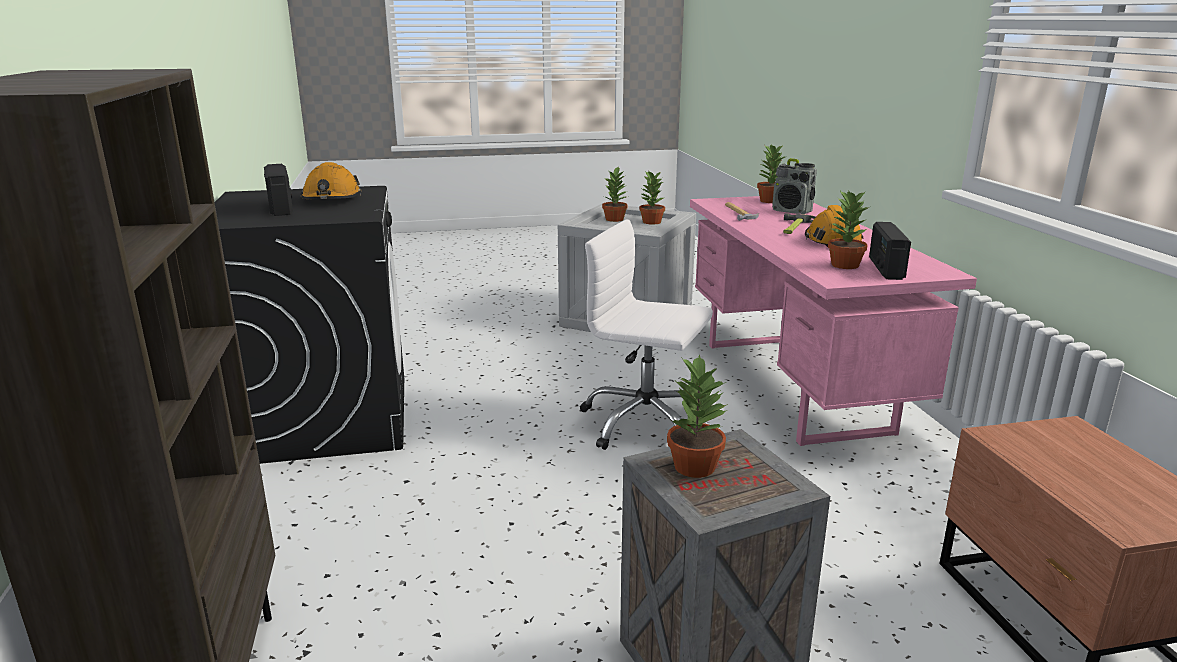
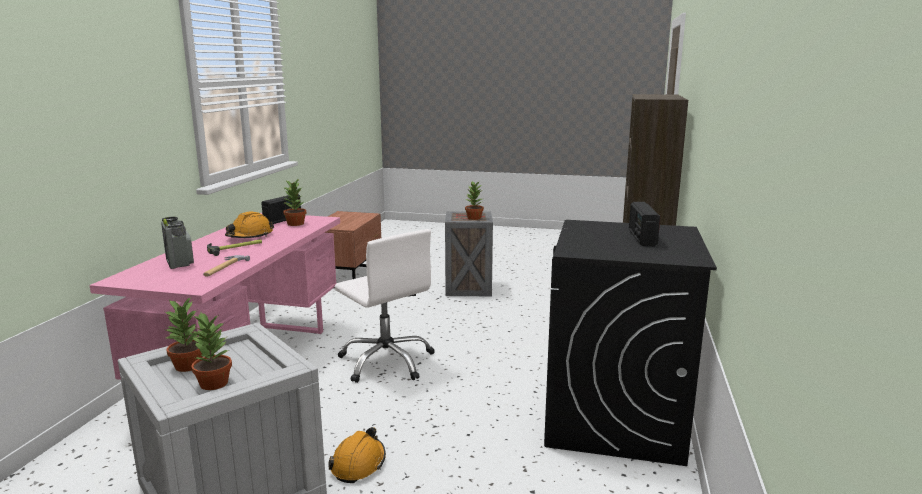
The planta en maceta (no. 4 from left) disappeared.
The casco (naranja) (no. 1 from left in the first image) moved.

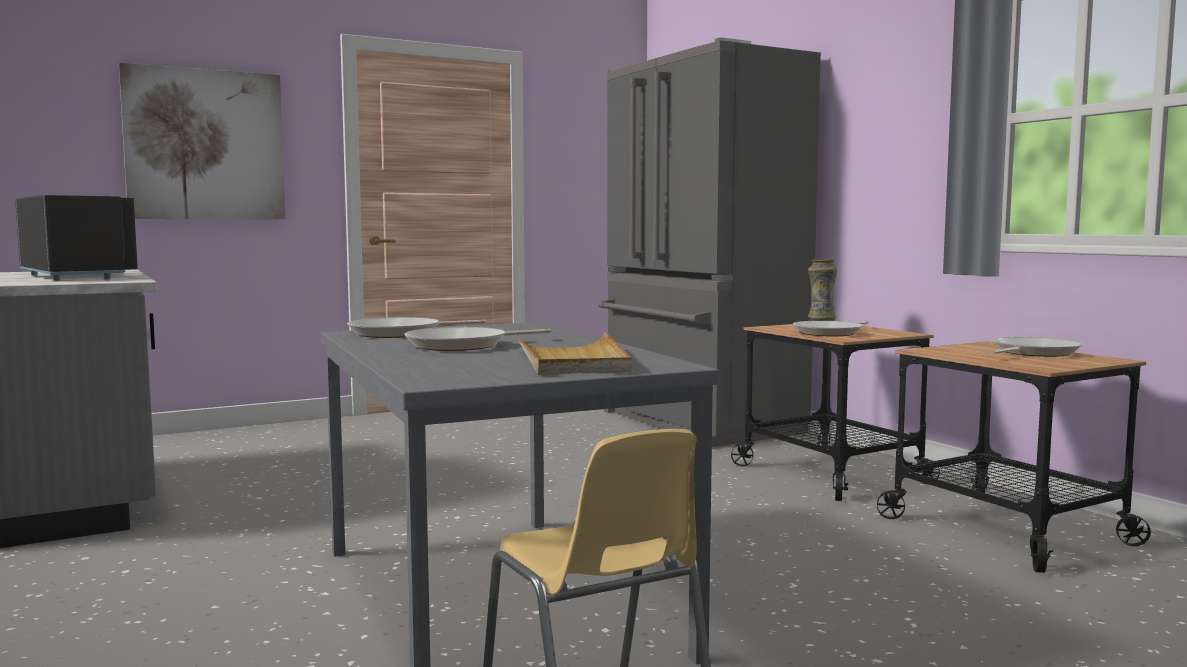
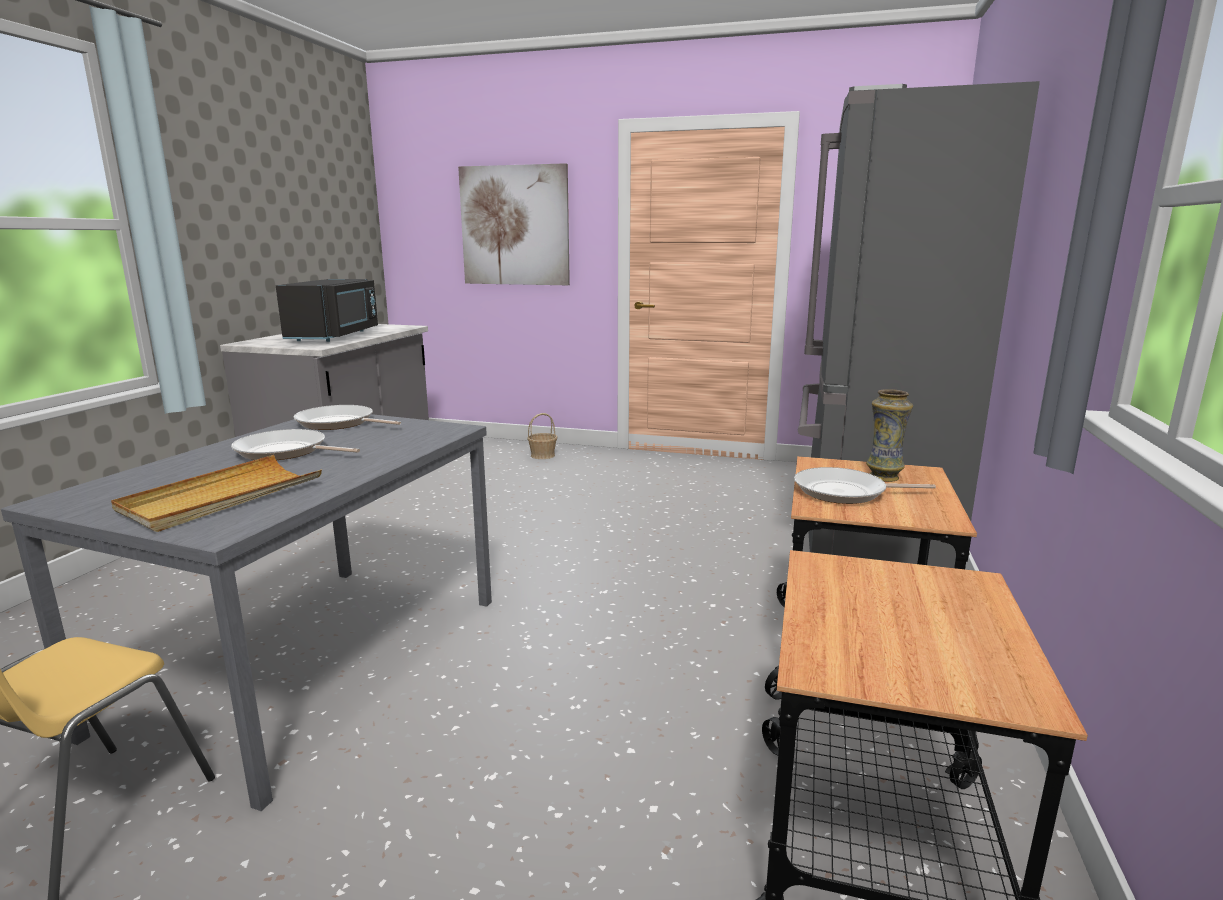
The sartén (no. 4 from left) disappeared.
The cesta appeared.

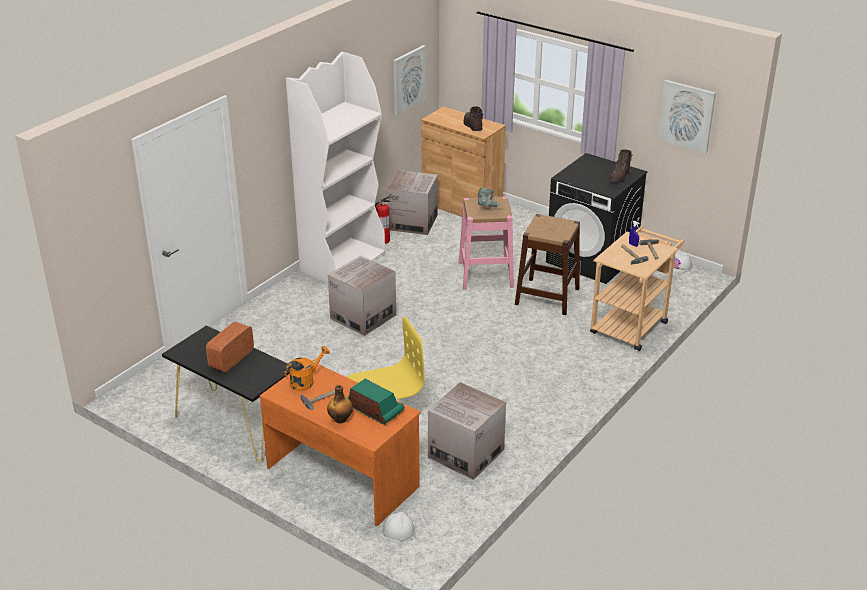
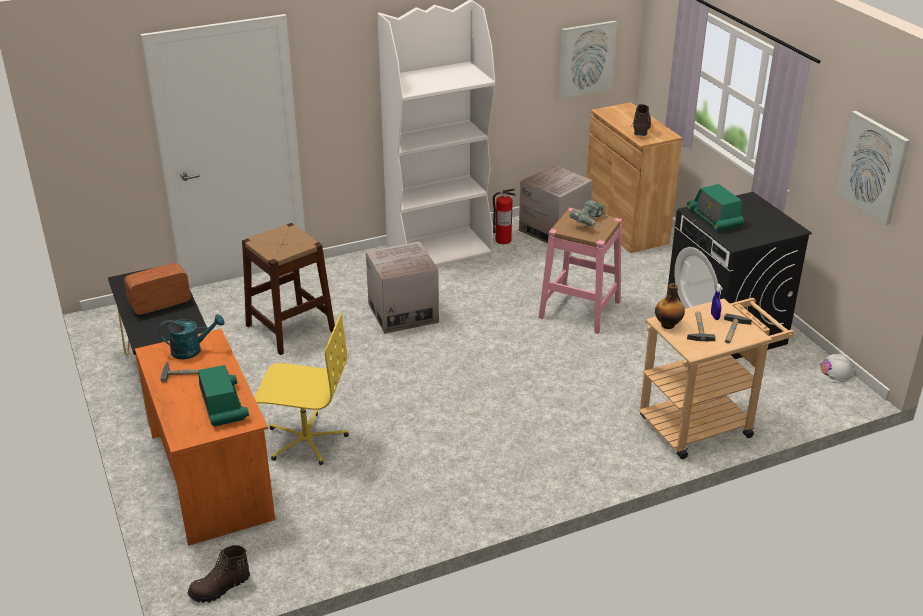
The casco (blanco) (no. 1 from left) disappeared.
The caja de cartón (no. 3 from left) disappeared.
The radio (no. 3 from left) appeared.
The botella moved.
The taburete (marrón) moved.
The bota (marrón) (no. 2 from left in the first image) moved.
The regadera (naranja) became the regadera (turquesa).

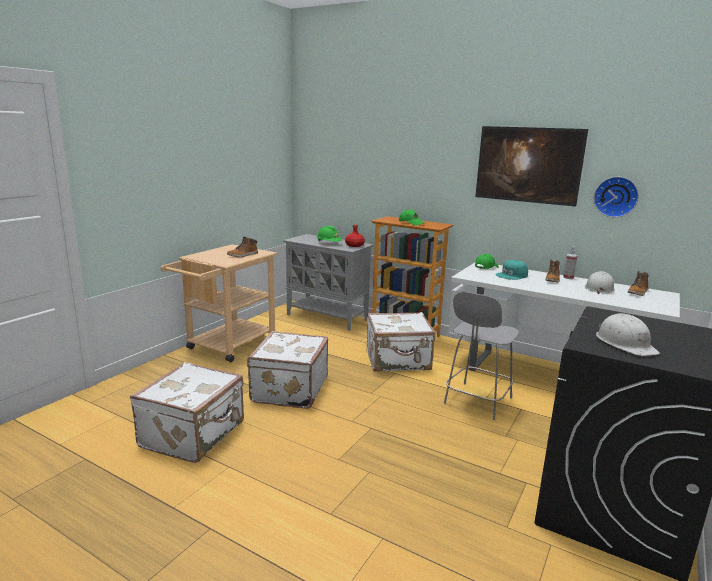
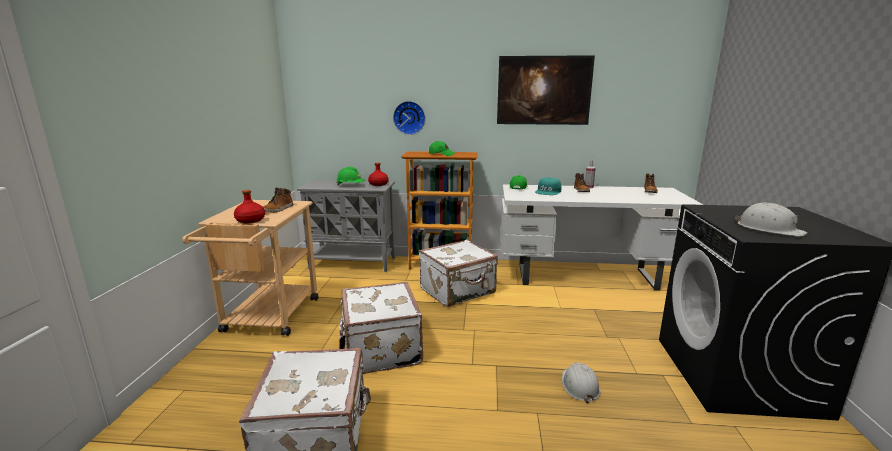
The taburete (gris) disappeared.
The botella (rojo) (no. 1 from left) appeared.
The casco (blanco) (no. 1 from left) moved.
The reloj de pared moved.

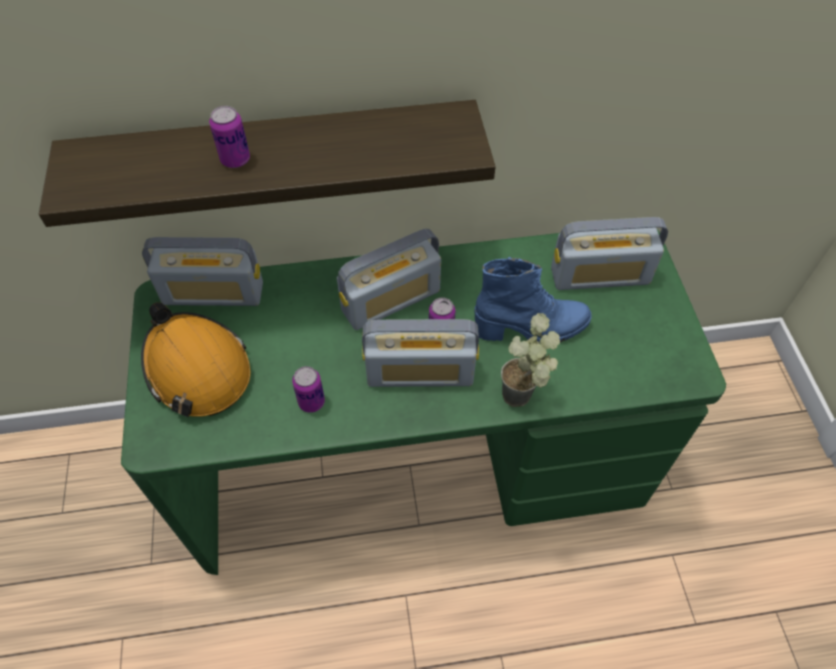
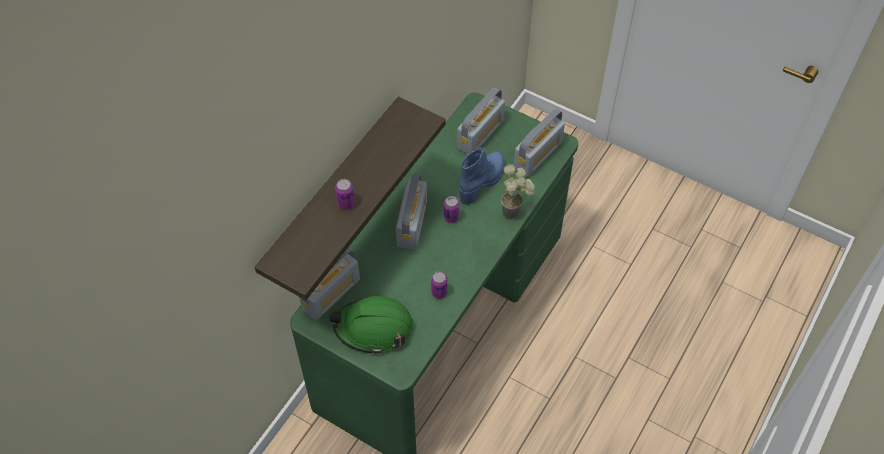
The radio (no. 3 from left in the first image) moved.
The casco (naranja) became the casco (verde).

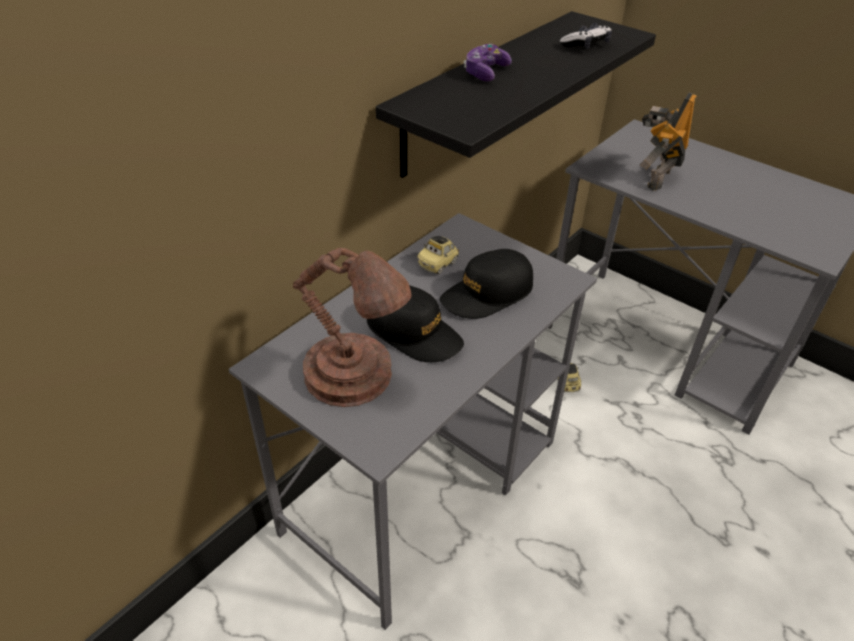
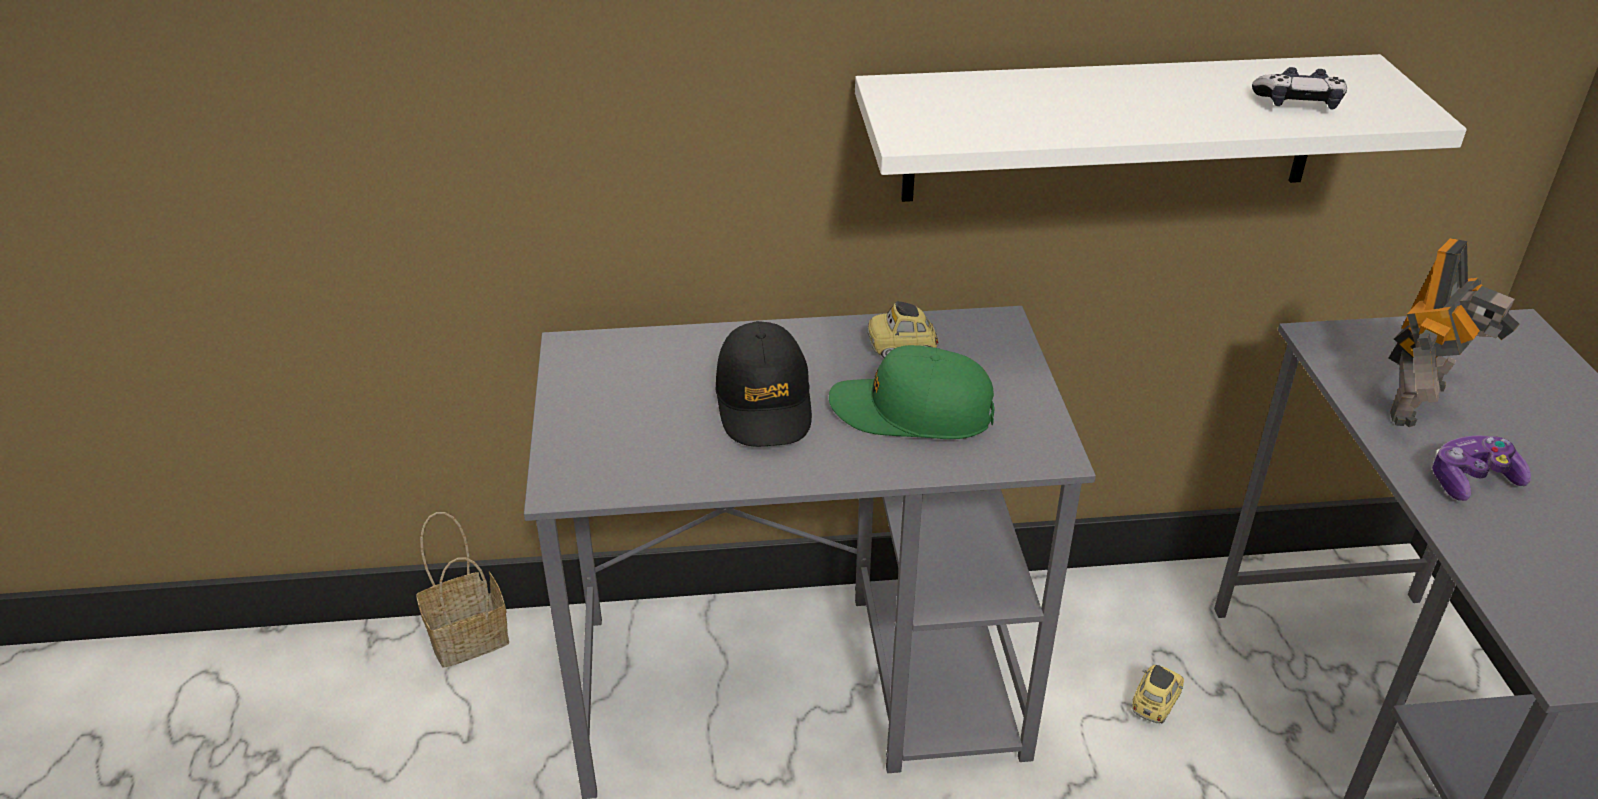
The lámpara de mesa (marrón) disappeared.
The cesta appeared.
The mando de consola (no. 1 from left in the first image) moved.
The estante (negro) became the estante (blanco).
The gorra (negro) (no. 2 from left) became the gorra (verde).
The robot de juguete turned 150 degrees clockwise.

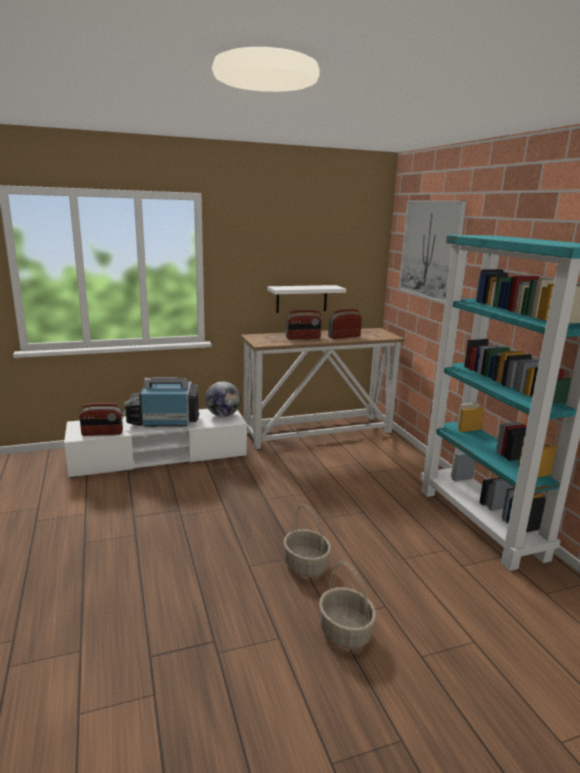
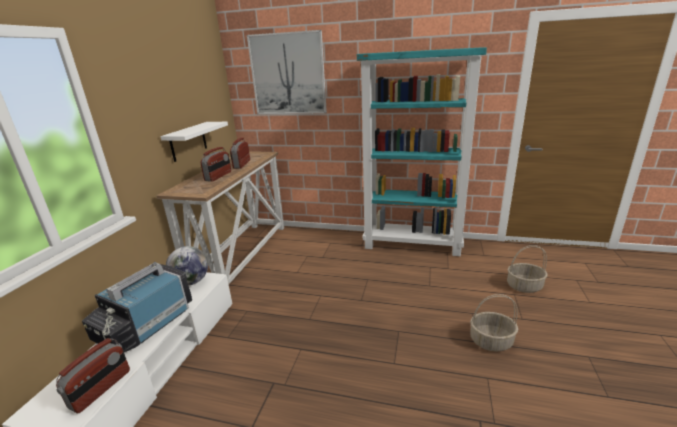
The cesta (no. 1 from left in the first image) moved.

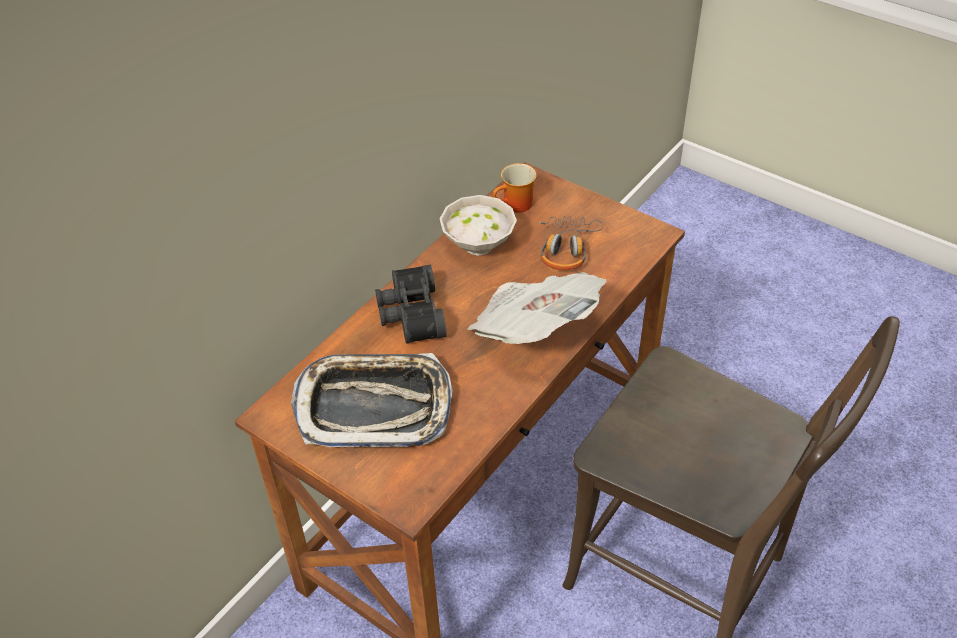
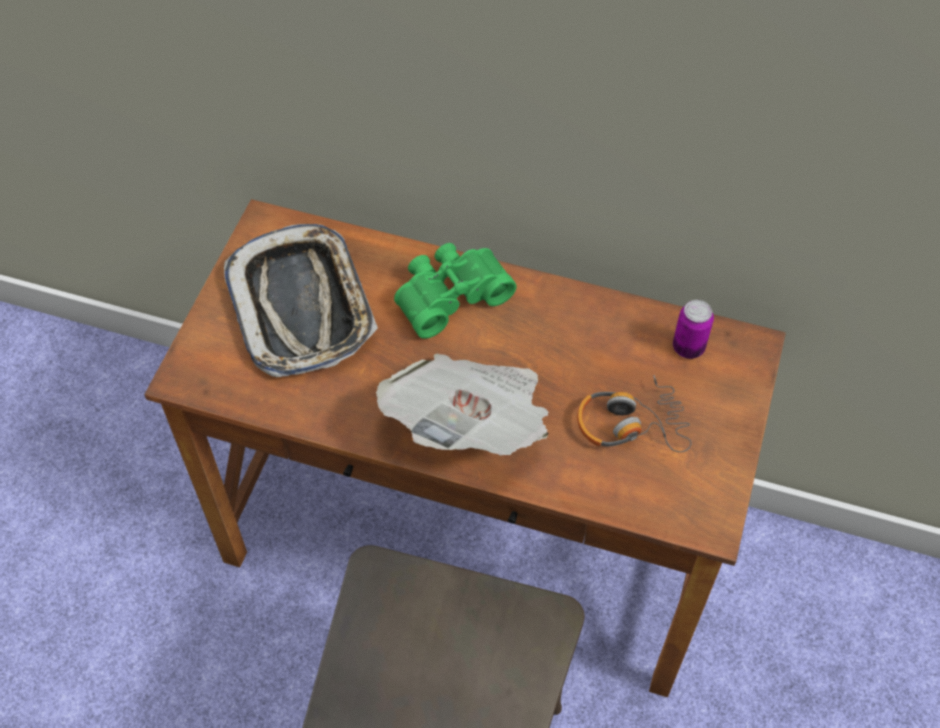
The cuenco (blanco) disappeared.
The taza grande was replaced by the lata.
The prismáticos (negro) became the prismáticos (verde).

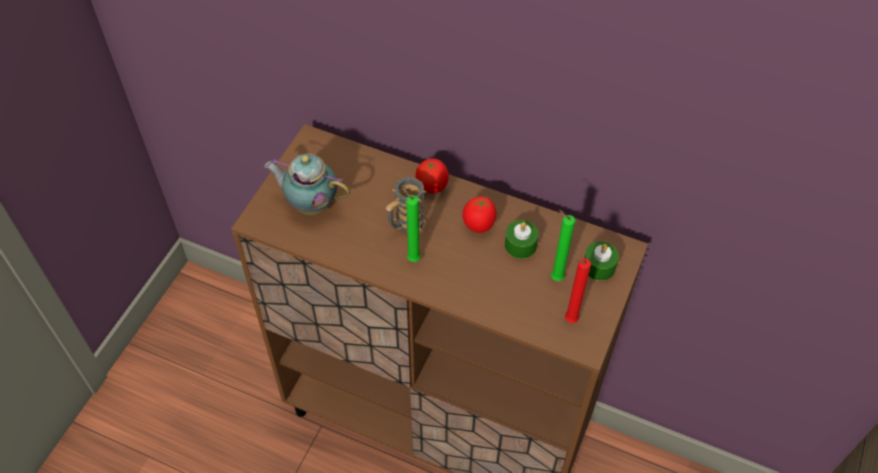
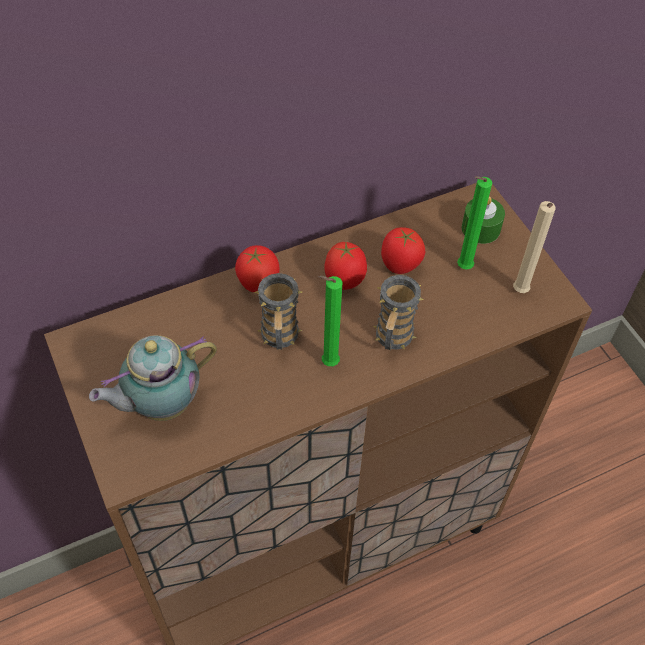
The taza grande (no. 2 from left) appeared.
The vela (verde) (no. 2 from left) was replaced by the tomate (no. 3 from left).
The vela (rojo) became the vela (beis).

